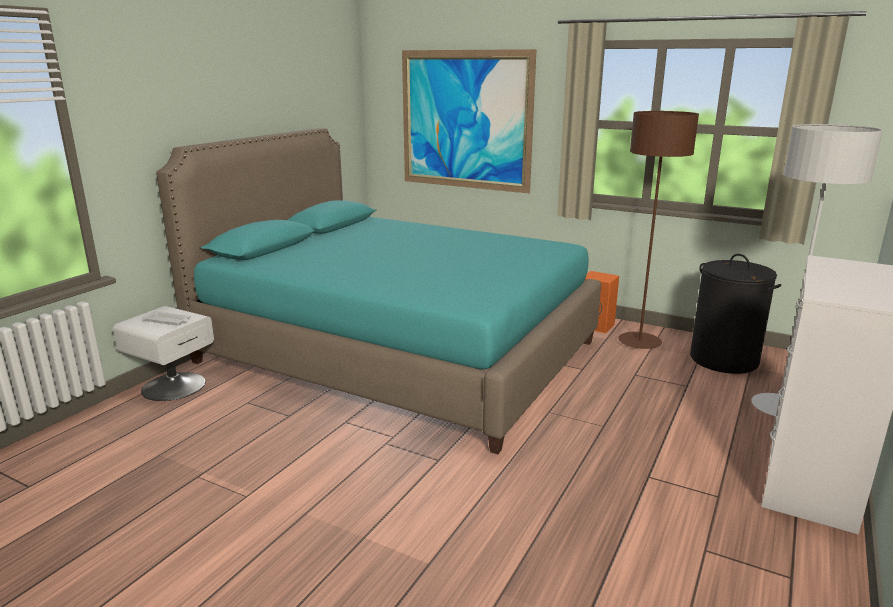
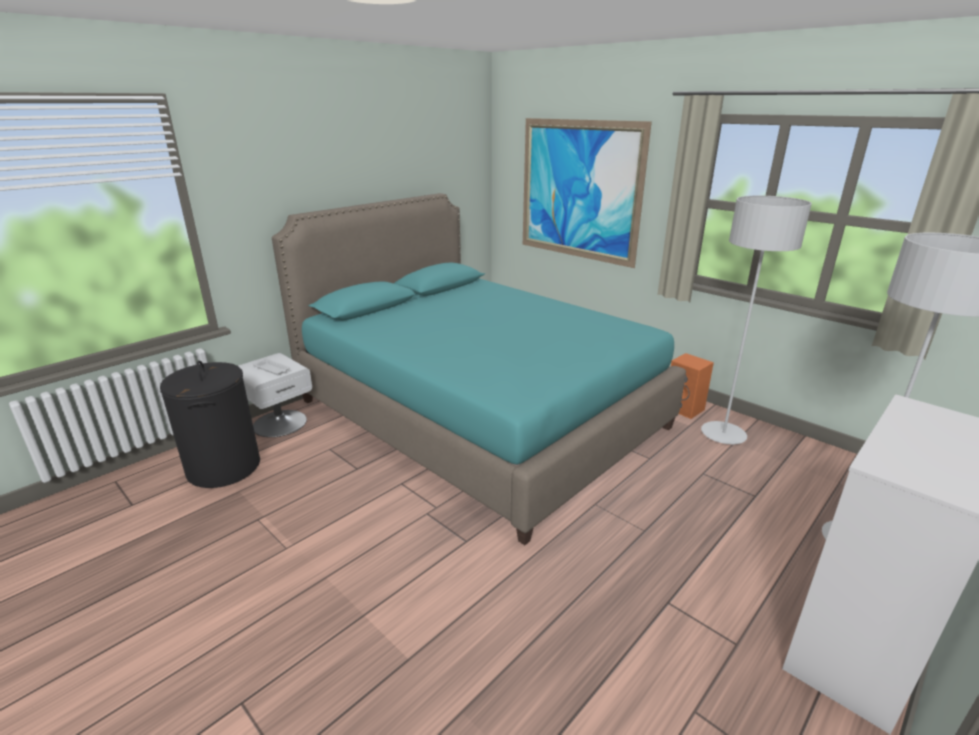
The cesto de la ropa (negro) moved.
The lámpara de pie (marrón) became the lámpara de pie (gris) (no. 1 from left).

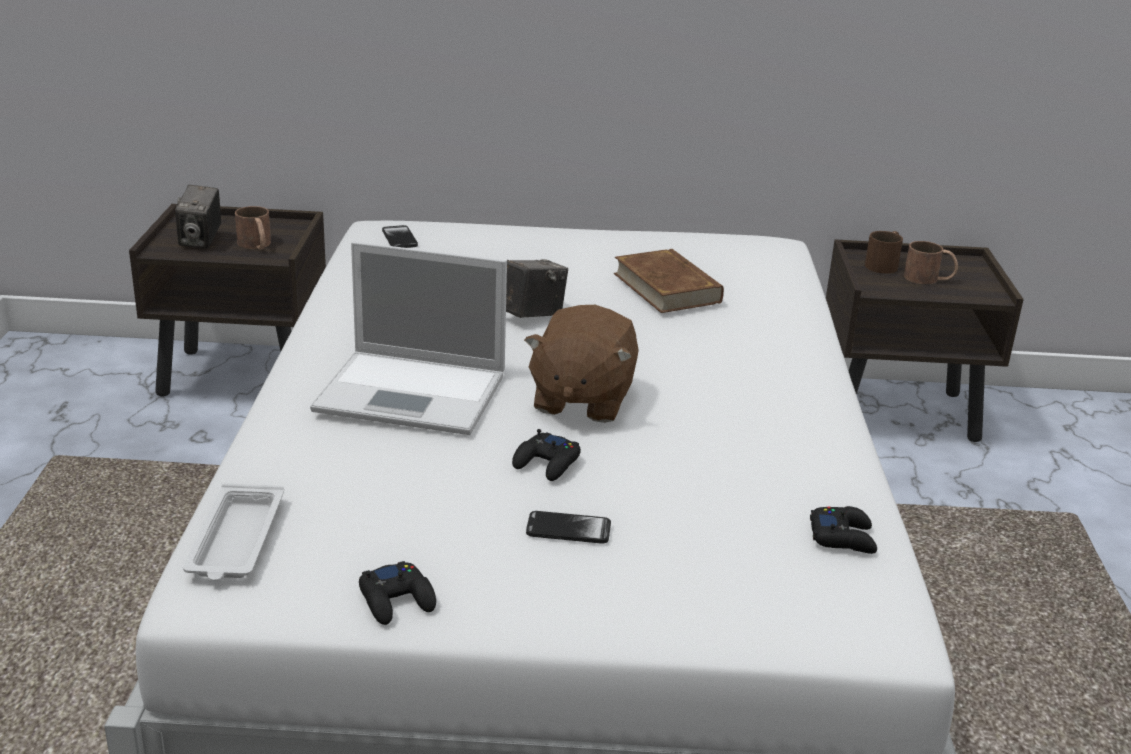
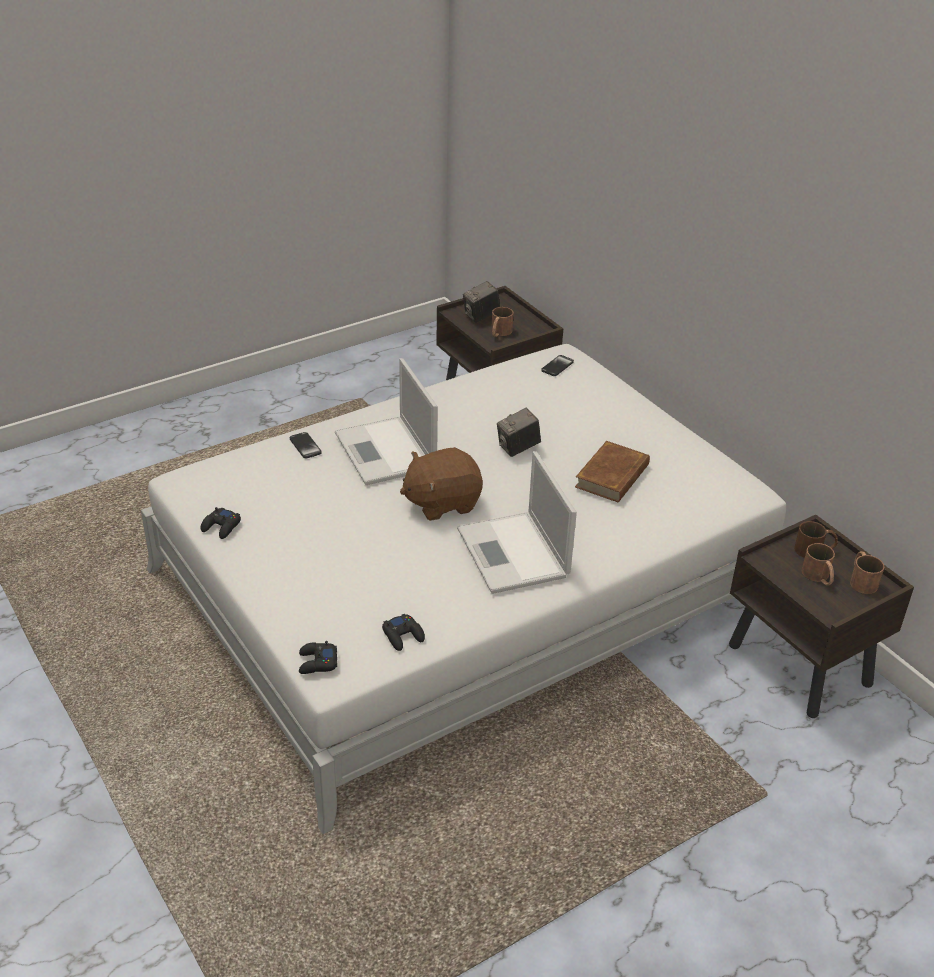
The bandeja (blanco) disappeared.
The portátil (no. 2 from left) appeared.
The taza grande (marrón) (no. 4 from left) appeared.
The mando de consola (negro) (no. 2 from left) moved.
The móvil (no. 2 from left in the first image) moved.
The cámara (no. 2 from left) turned 135 degrees clockwise.

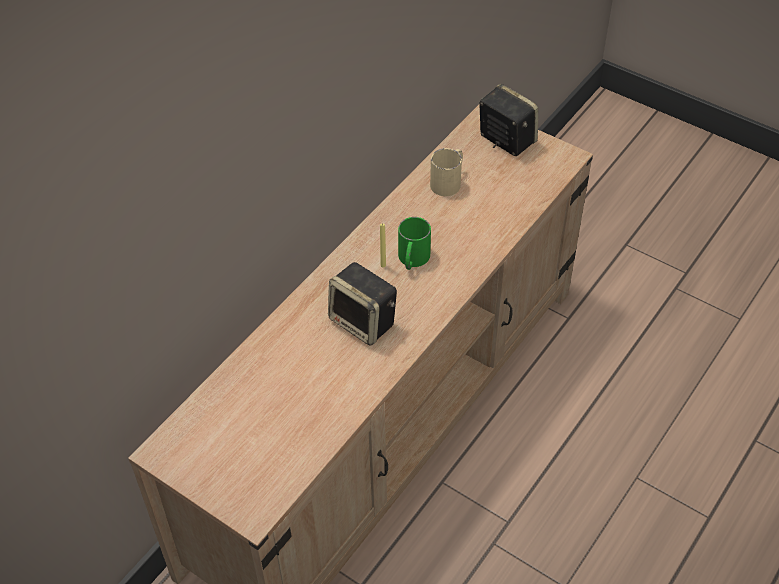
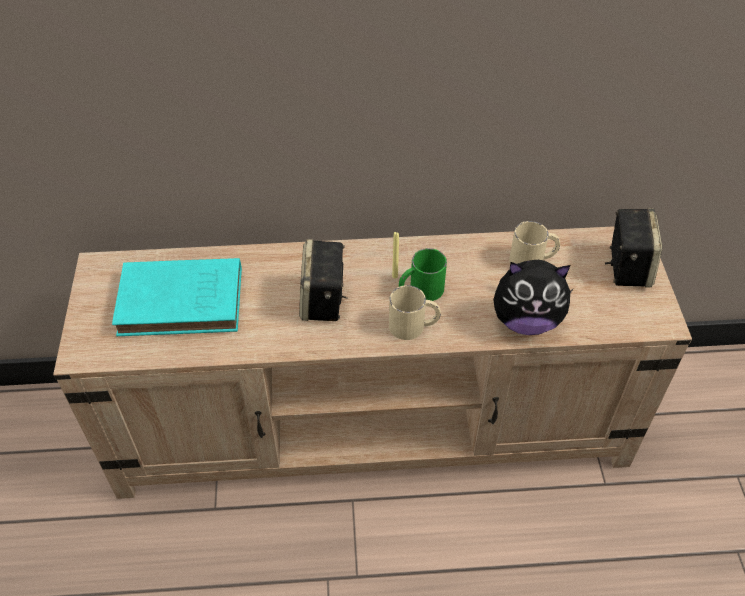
The libro (turquesa) appeared.
The taza grande (beis) (no. 1 from left) appeared.
The peluche appeared.

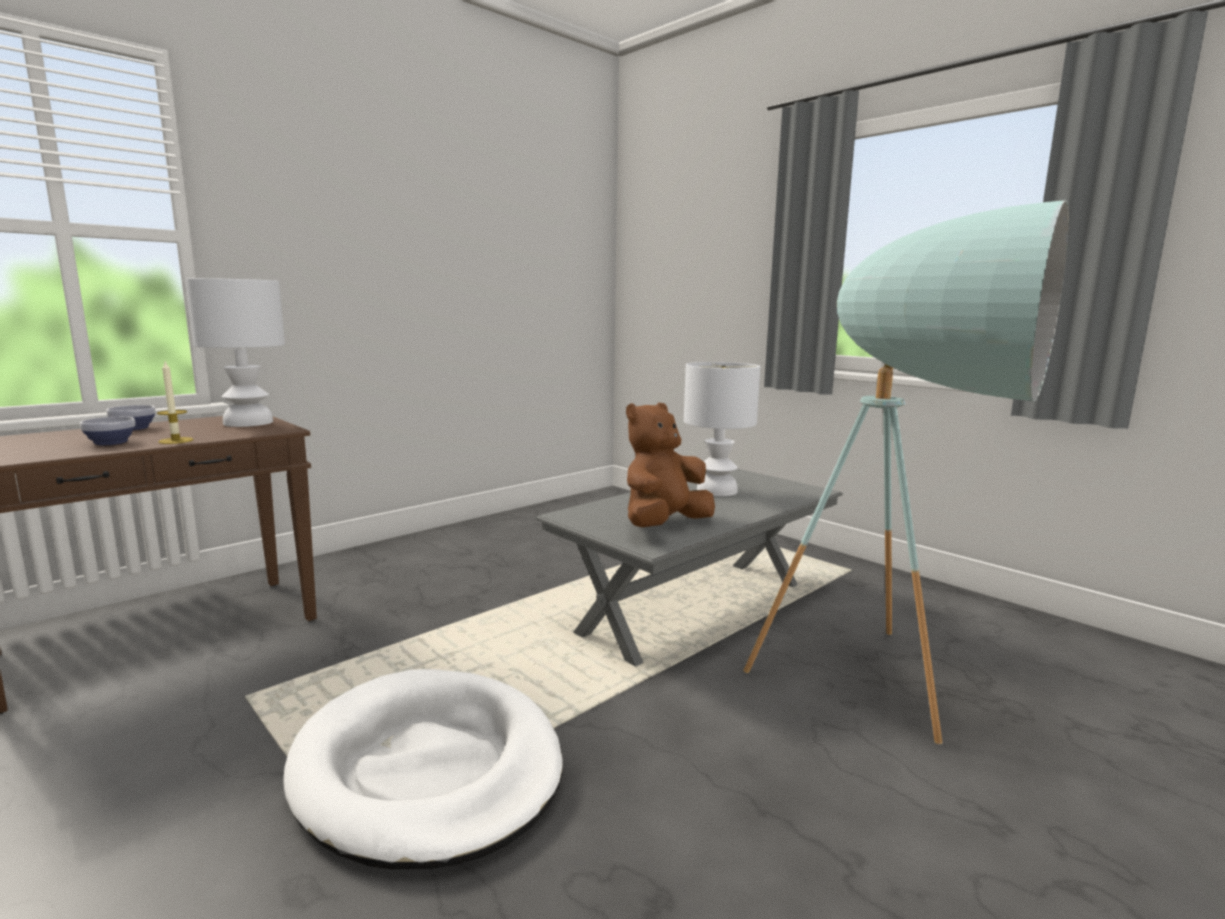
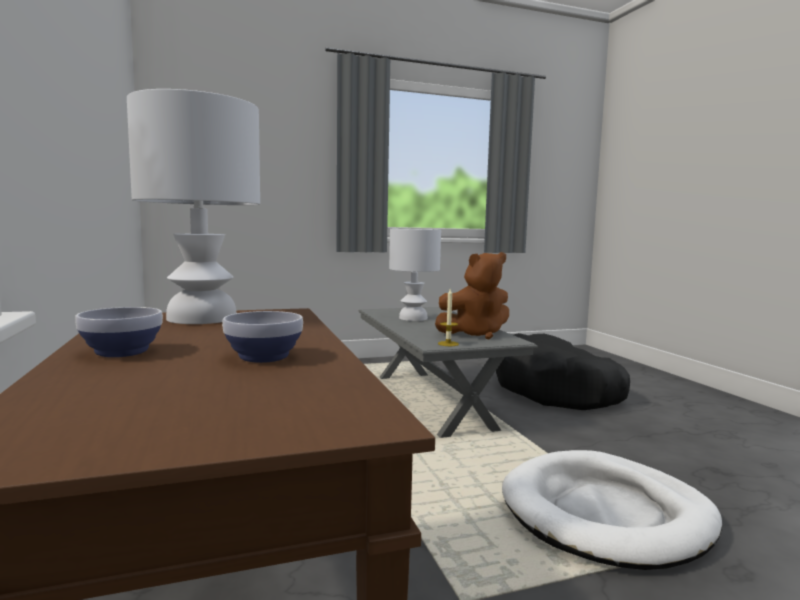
The vela moved.
The lámpara de pie (turquesa) was replaced by the cama para perro (negro).
The peluche (marrón) turned 90 degrees counterclockwise.

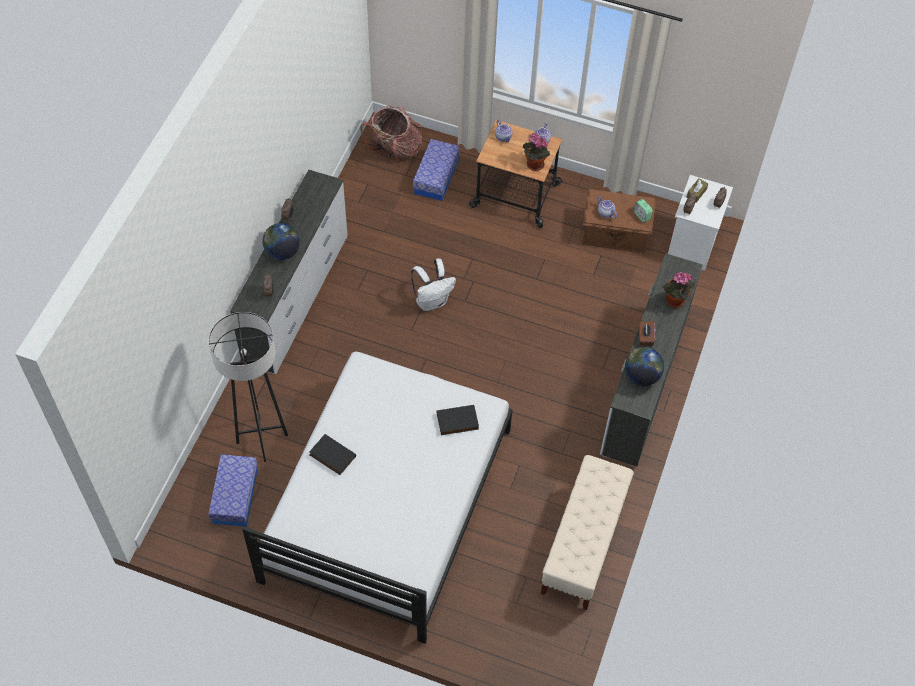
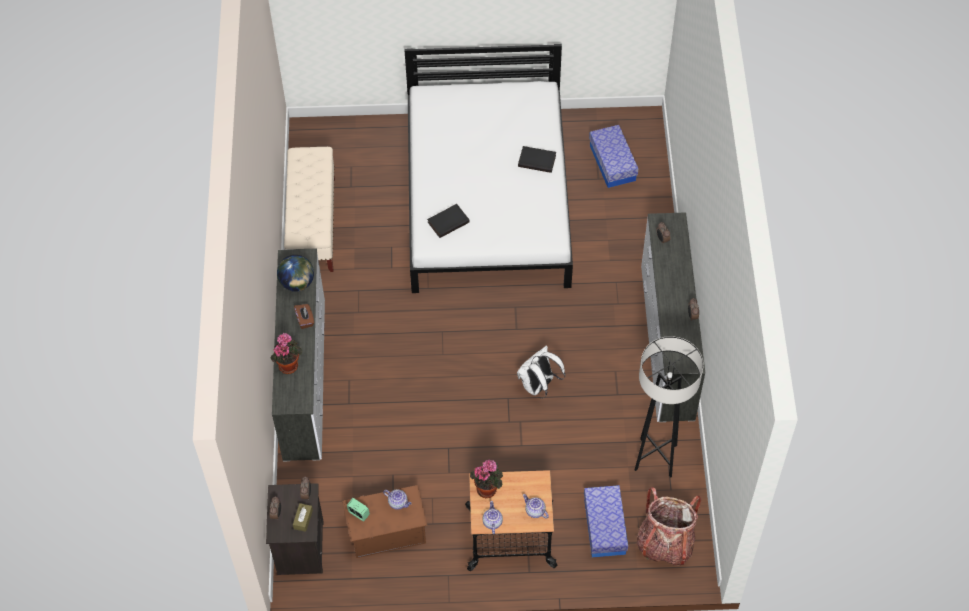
The globo terráqueo (no. 1 from left) disappeared.
The lámpara de pie (gris) moved.
The mesita de noche (blanco) became the mesita de noche (negro).

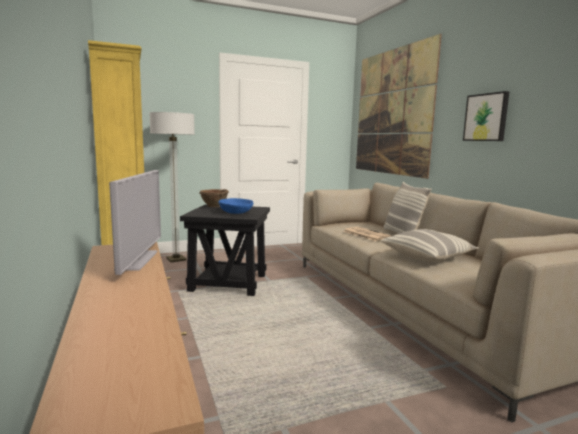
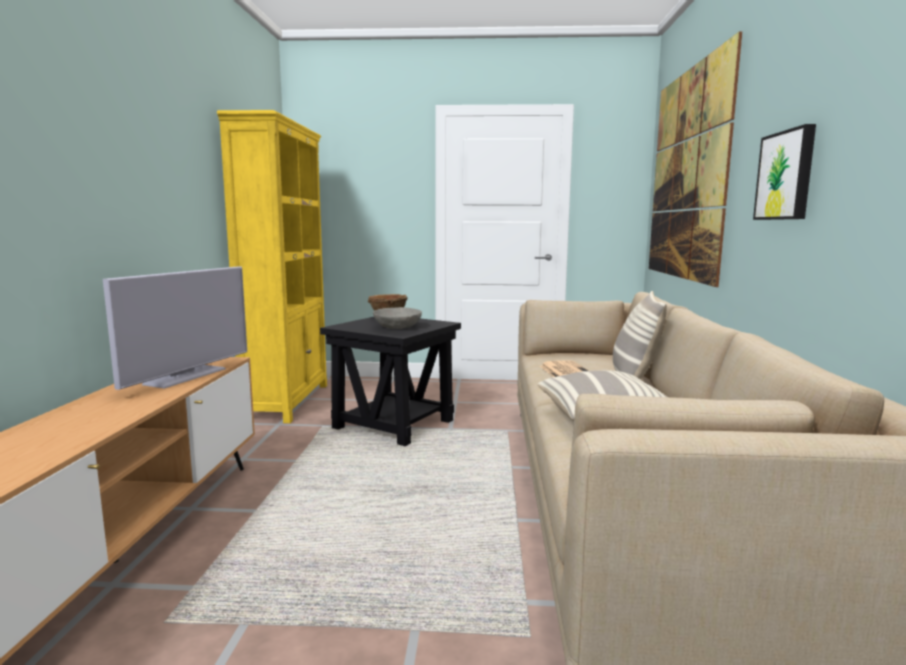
The lámpara de pie disappeared.
The cuenco (azul) became the cuenco (gris).

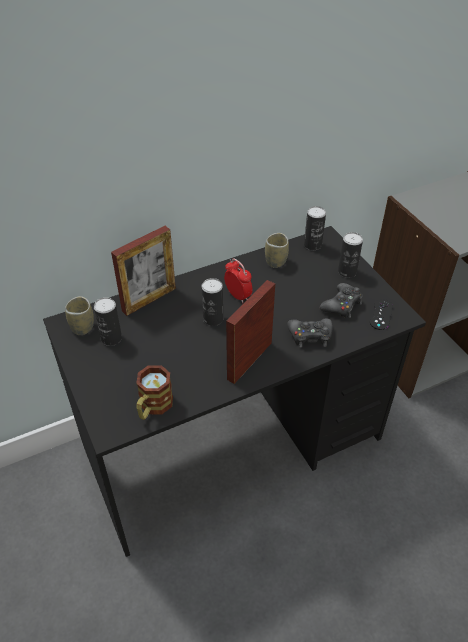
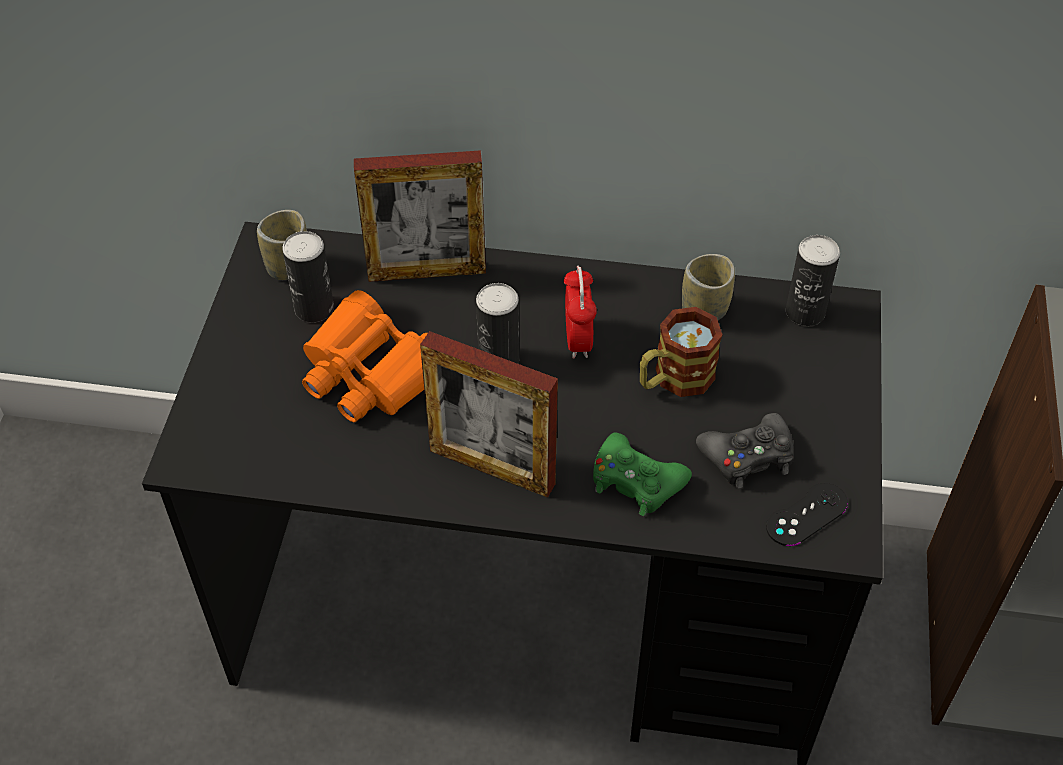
The lata (no. 4 from left) disappeared.
The prismáticos (naranja) appeared.
The taza grande moved.
The mando de consola (negro) (no. 1 from left) became the mando de consola (verde).
The portarretratos (no. 2 from left) turned 135 degrees counterclockwise.

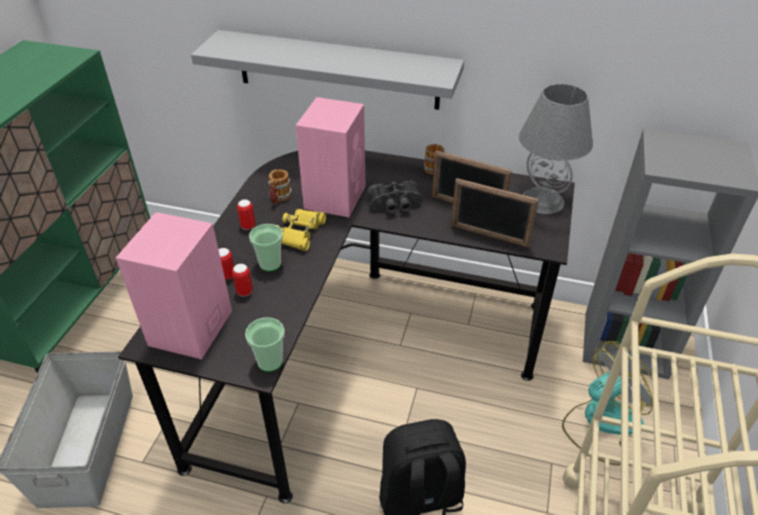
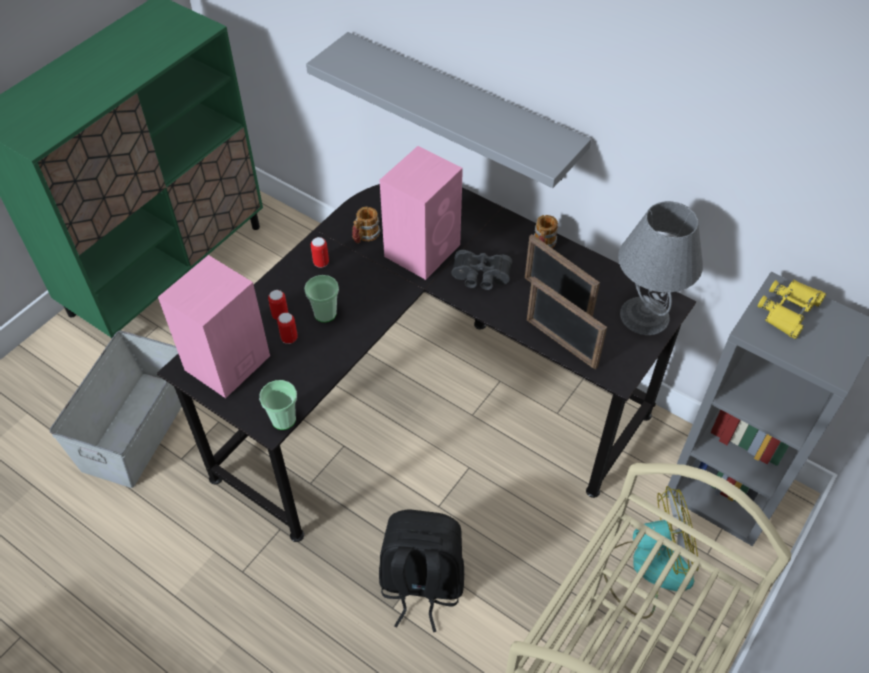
The prismáticos (amarillo) moved.

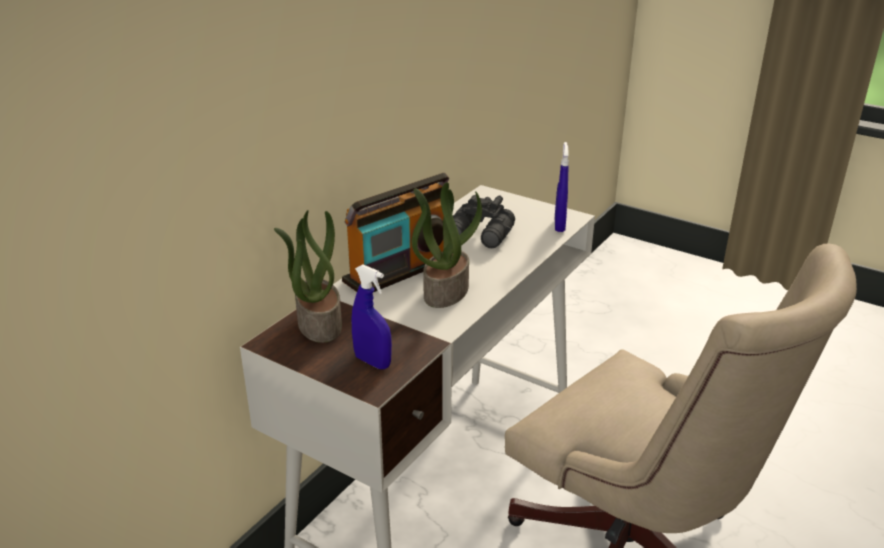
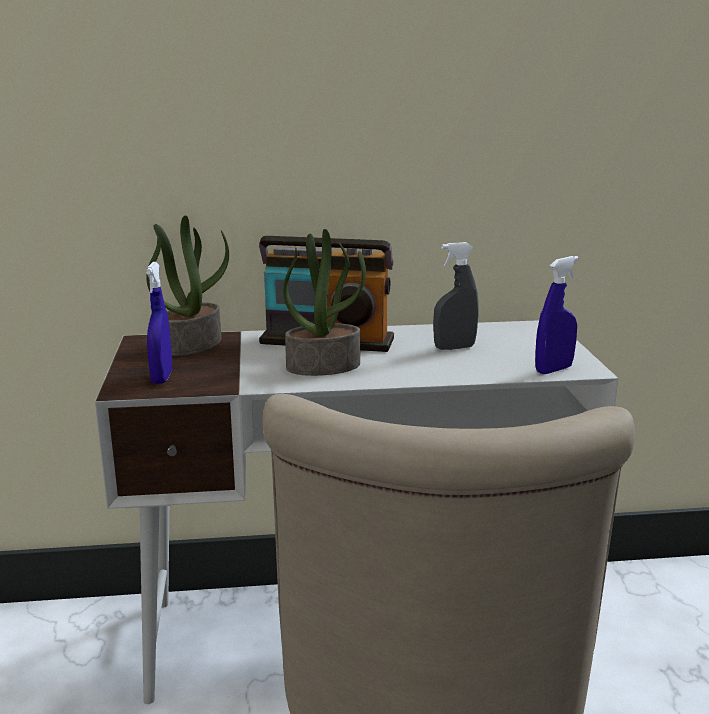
The prismáticos (negro) was replaced by the pulverizador (gris).

